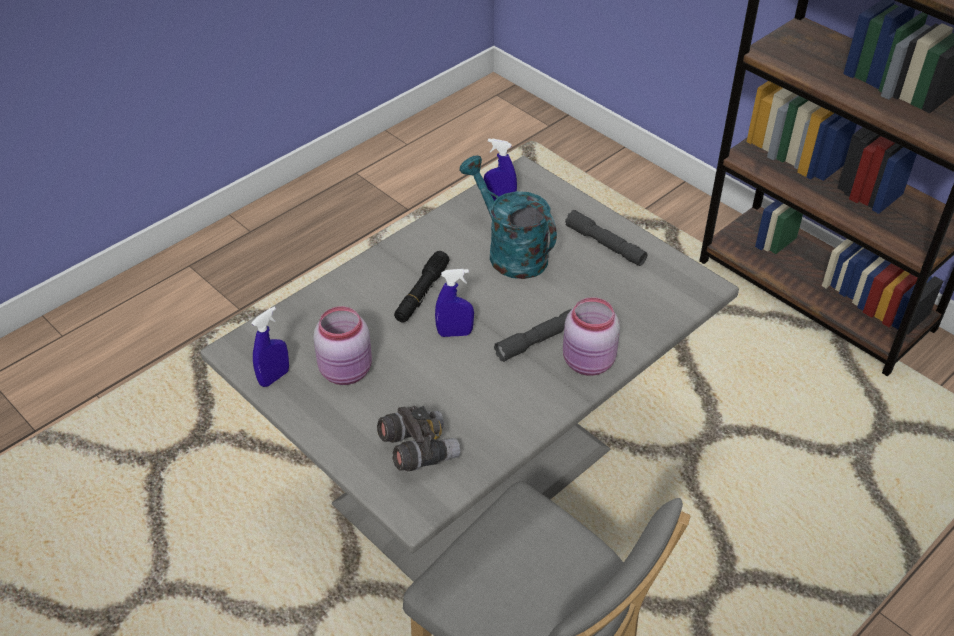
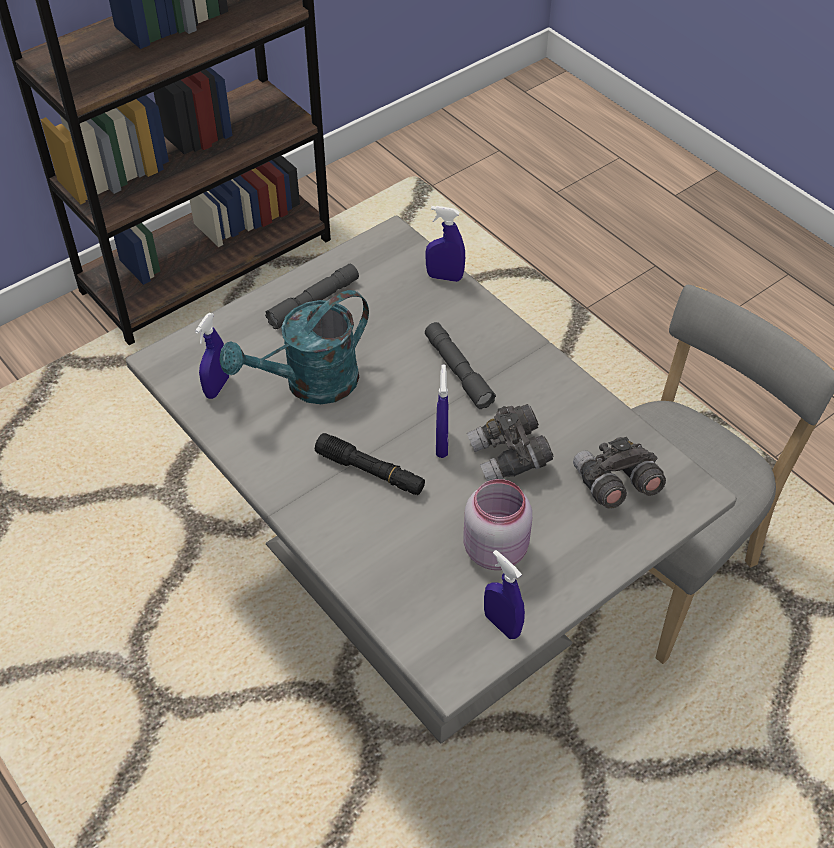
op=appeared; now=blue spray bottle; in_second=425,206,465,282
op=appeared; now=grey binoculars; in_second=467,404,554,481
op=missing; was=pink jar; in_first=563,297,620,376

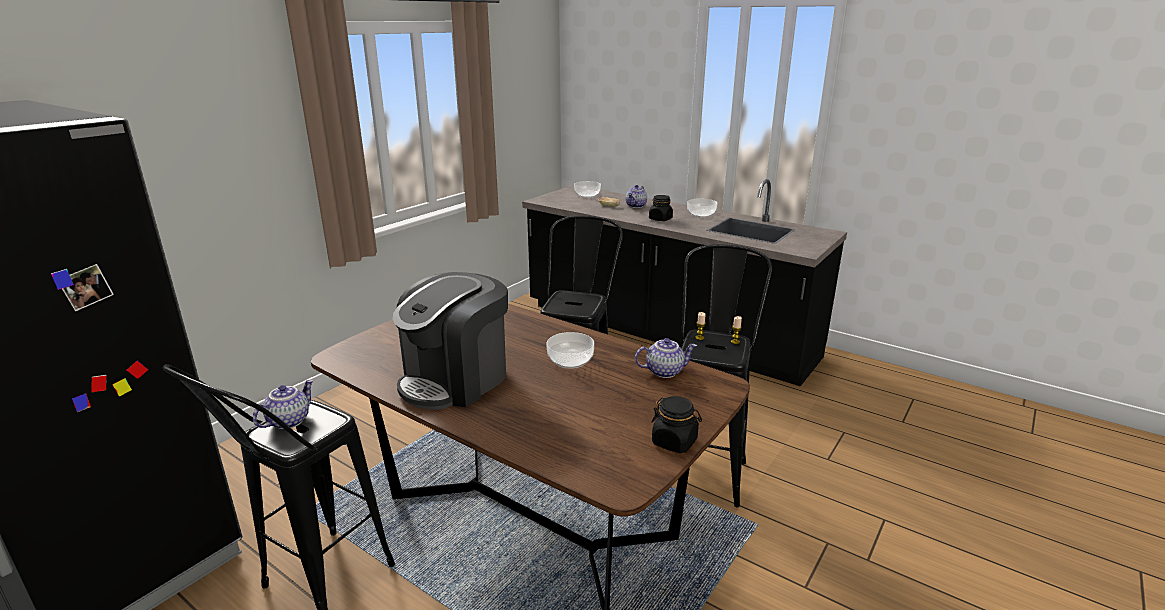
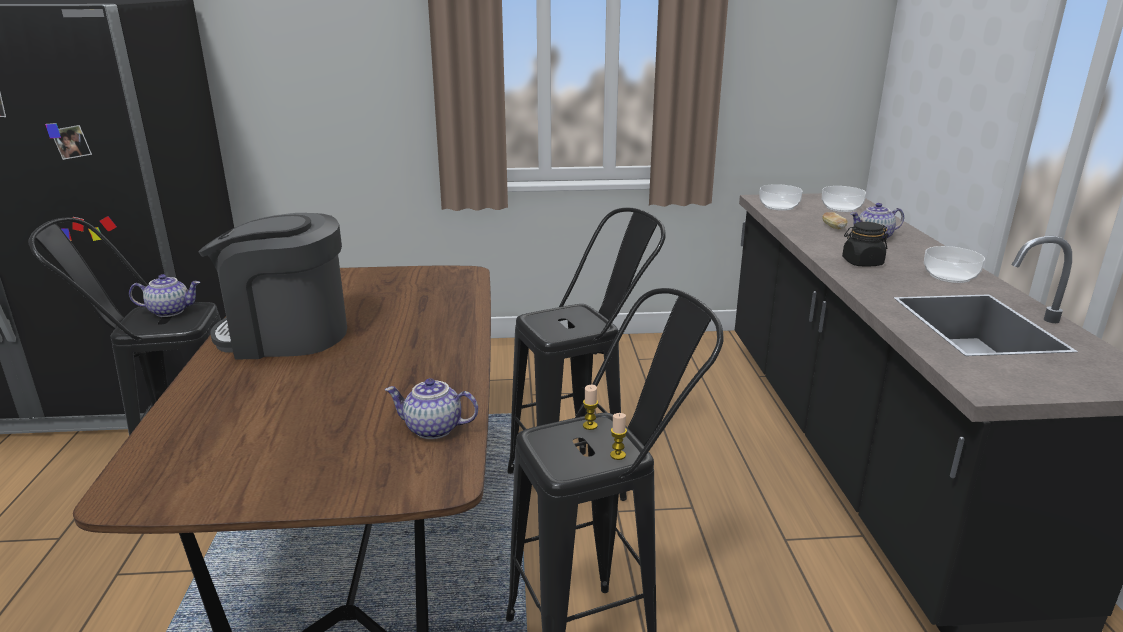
op=spun; was=teapot; in_first=635,338,697,378; in_second=385,378,478,439; clockwise=150
op=relocated; was=bowl; in_first=547,332,594,369; in_second=759,184,803,211
op=missing; was=black jar; in_first=652,396,702,453

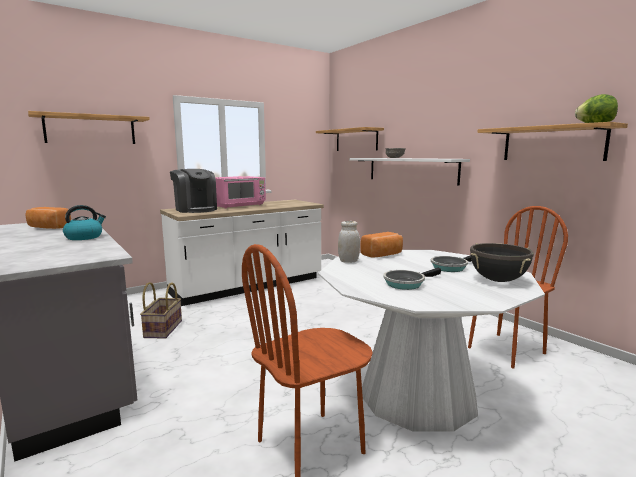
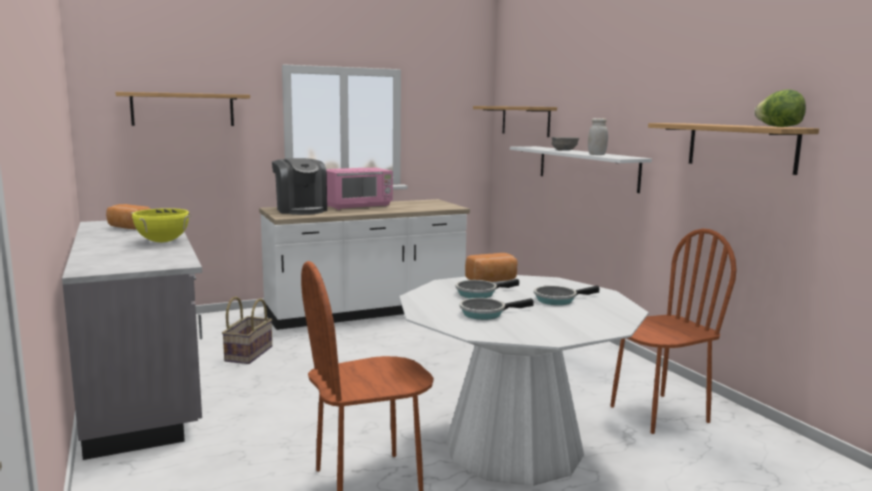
op=exchanged; was=kettle; now=yellow cooking pot; in_first=63,205,106,240; in_second=131,208,191,242
op=appeared; now=frying pan; in_second=456,279,519,298
op=relocated; was=white jar; in_first=338,221,360,263; in_second=588,118,608,155
op=missing; was=black cooking pot; in_first=470,243,534,282

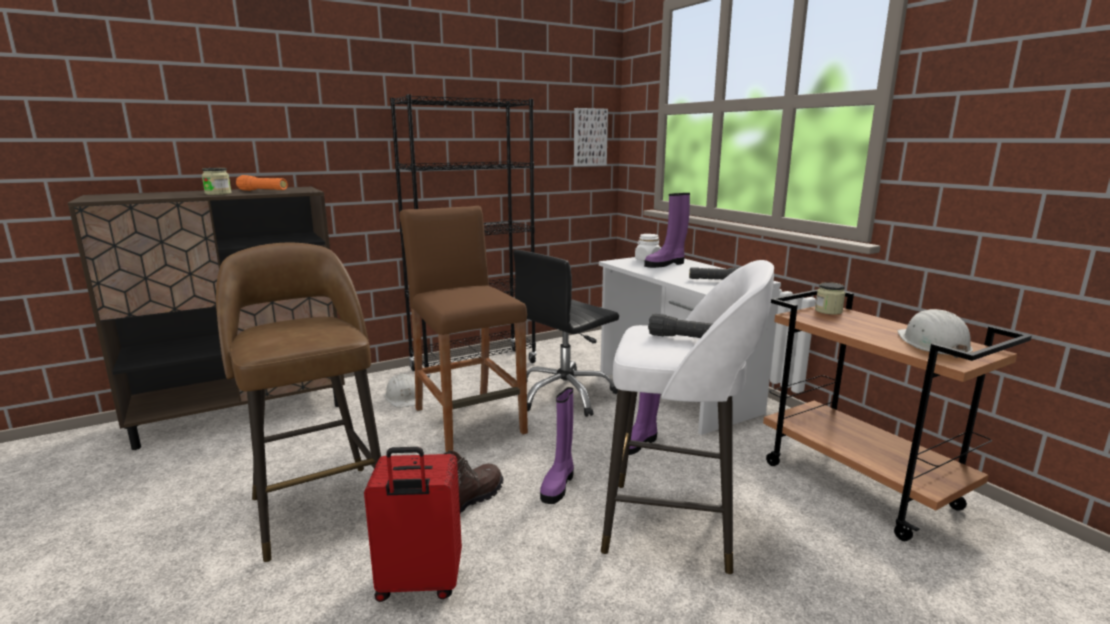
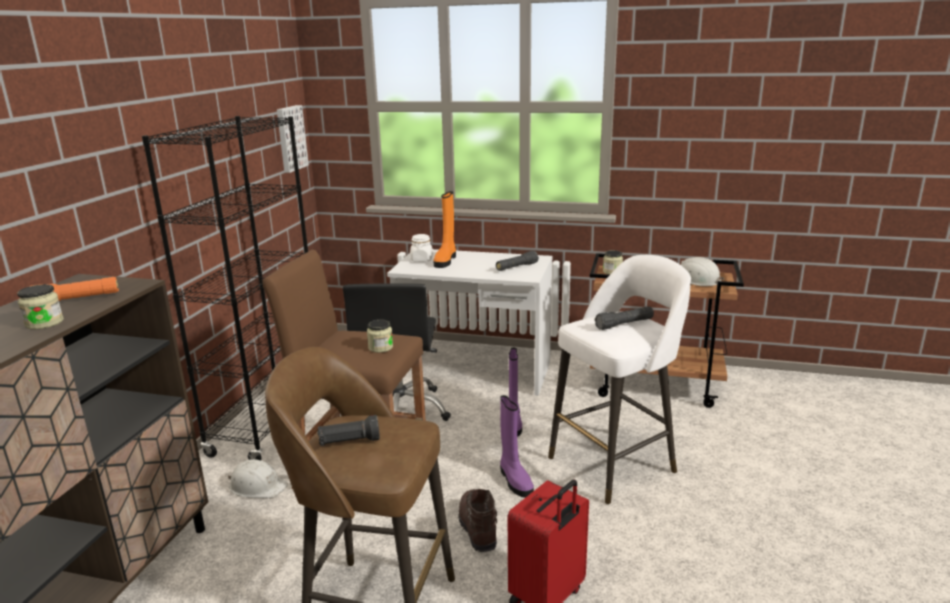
op=appeared; now=black flashlight; in_second=317,415,380,446
op=appeared; now=jar; in_second=367,319,393,353
op=colour; was=purple boot; now=orange boot; in_first=644,193,690,268; in_second=434,191,456,268

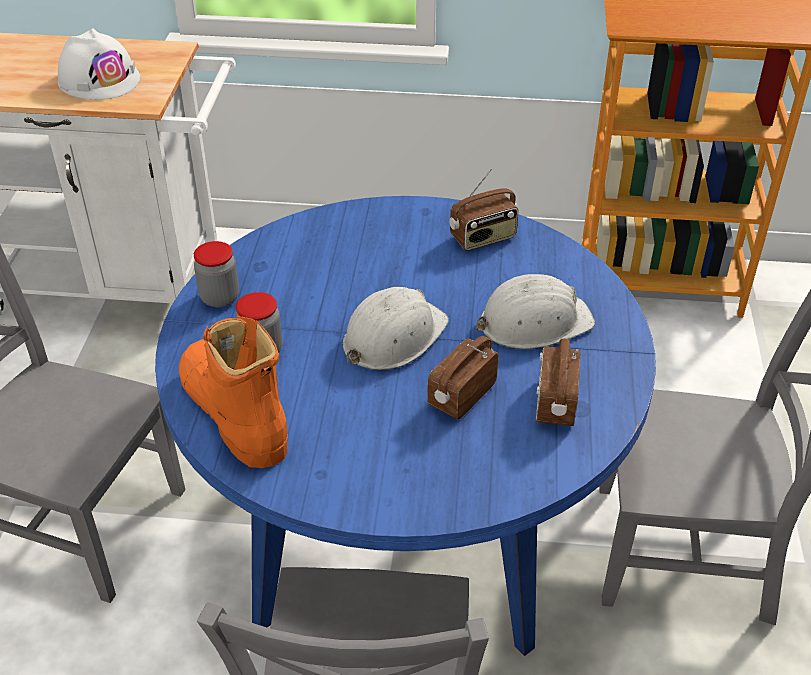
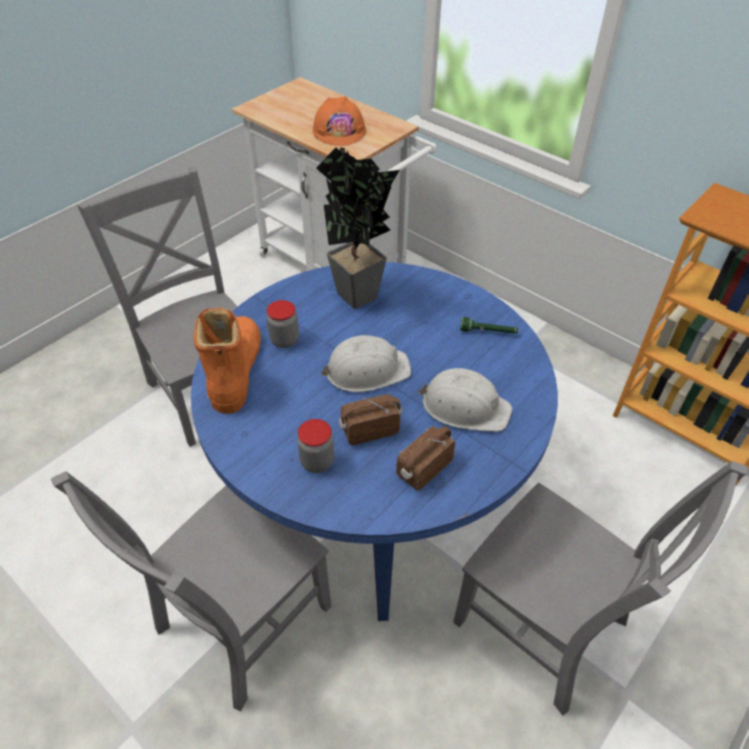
op=relocated; was=jar; in_first=194,241,239,307; in_second=297,419,334,473
op=colour; was=white hard hat; now=orange hard hat; in_first=58,29,140,100; in_second=313,96,366,146
op=appeared; now=potted plant; in_second=316,147,400,309
op=exchanged; was=radio; now=green flashlight; in_first=449,168,519,251; in_second=460,317,518,334

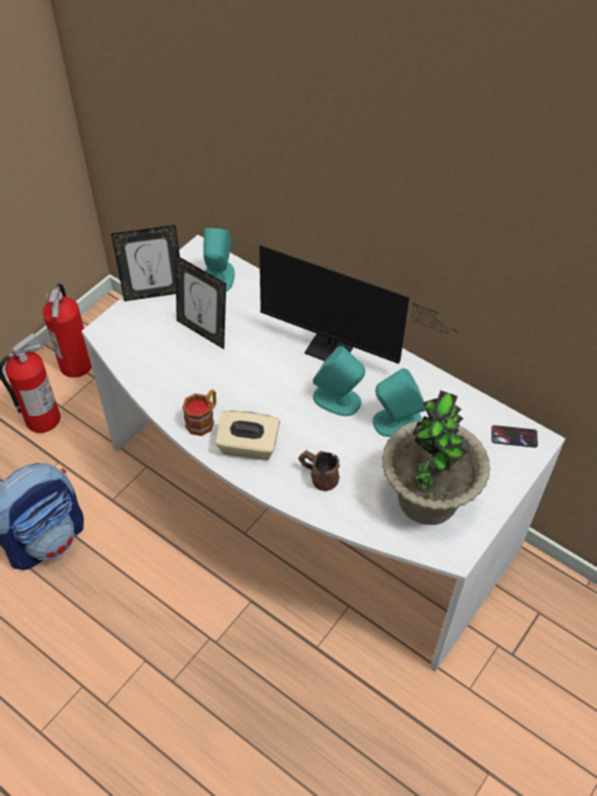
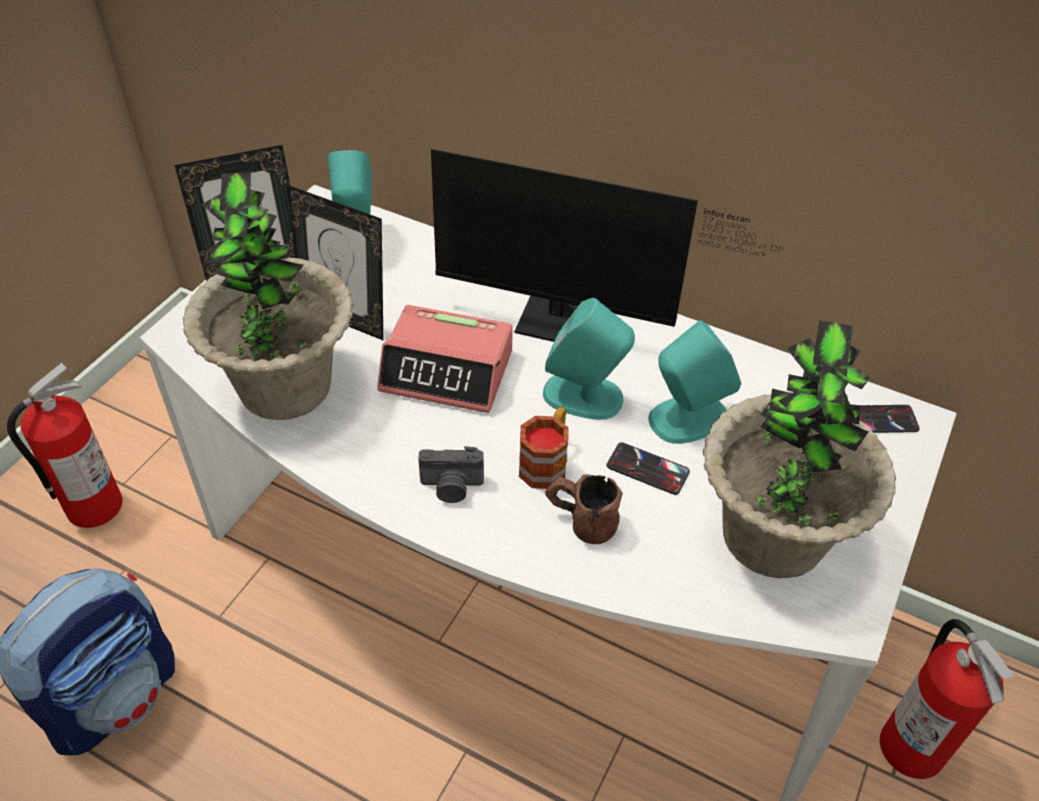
op=appeared; now=potted plant; in_second=183,173,353,420
op=appeared; now=alarm clock; in_second=377,305,513,413
op=exchanged; was=beige tissue box; now=photo camera; in_first=215,410,280,460; in_second=418,446,484,503
op=relocated; was=mug; in_first=182,389,216,436; in_second=519,407,569,489
op=appeared; now=phone; in_second=607,442,690,495
op=relocated; was=fire extinguisher; in_first=43,283,92,378; in_second=880,619,1015,779

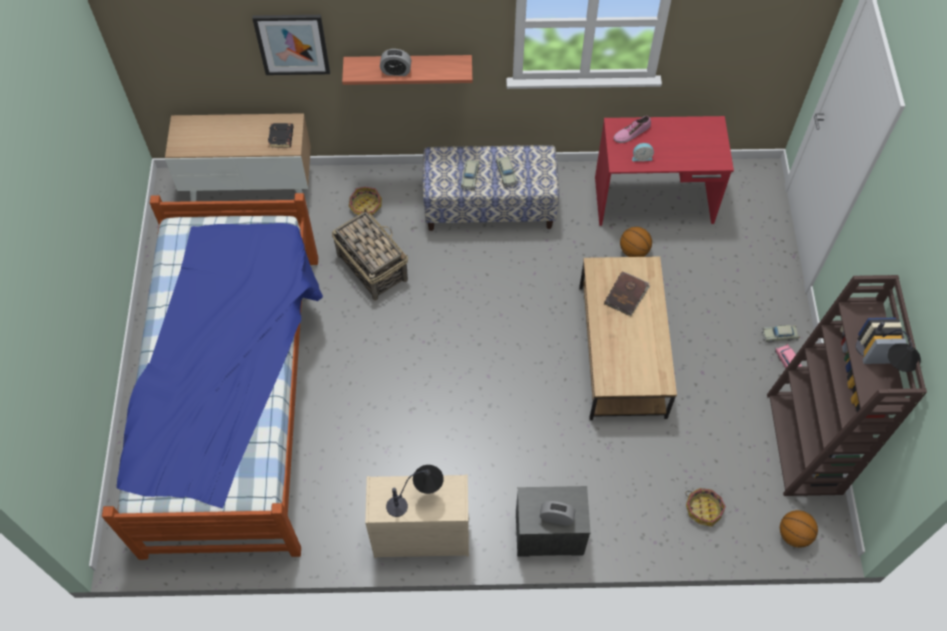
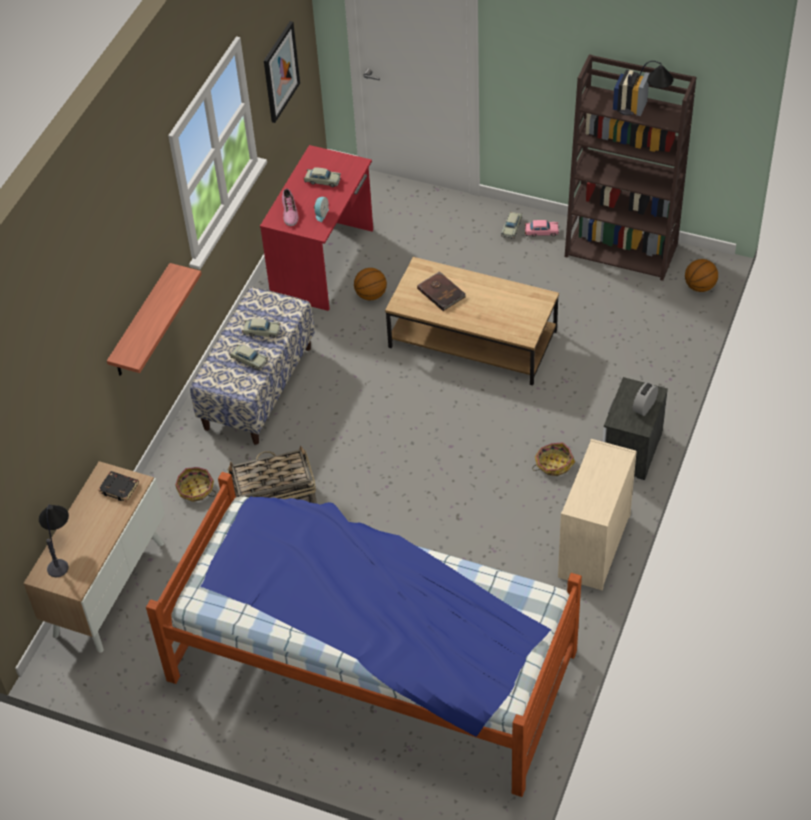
op=relocated; was=table lamp; in_first=386,465,444,517; in_second=39,504,69,577
op=relocated; was=picture; in_first=252,15,330,75; in_second=264,21,300,123
op=appeared; now=beige toy car; in_second=304,167,341,187
op=relocated; was=basket; in_first=686,488,726,527; in_second=532,442,575,476
op=missing; was=alarm clock; in_first=380,49,412,76

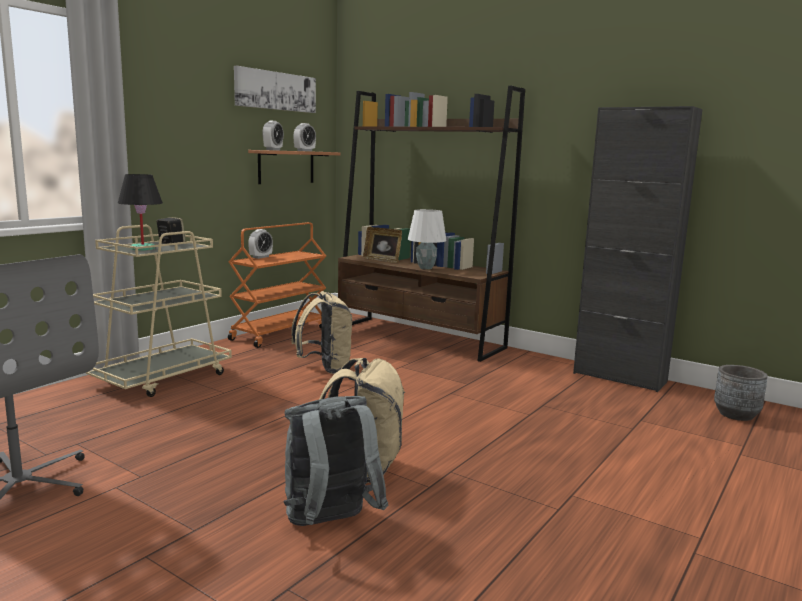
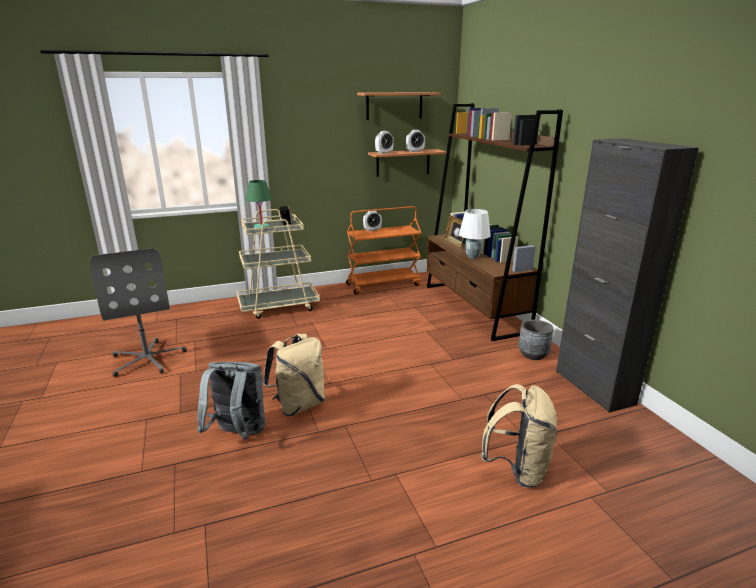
op=colour; was=black table lamp; now=green table lamp; in_first=118,174,163,251; in_second=245,180,273,228
op=exchanged; was=picture; now=shelf; in_first=234,66,316,113; in_second=357,92,440,120
op=relocated; was=beige backpack; in_first=291,291,352,374; in_second=481,384,558,488
op=relocated; was=grey planter; in_first=714,365,768,421; in_second=518,320,554,360

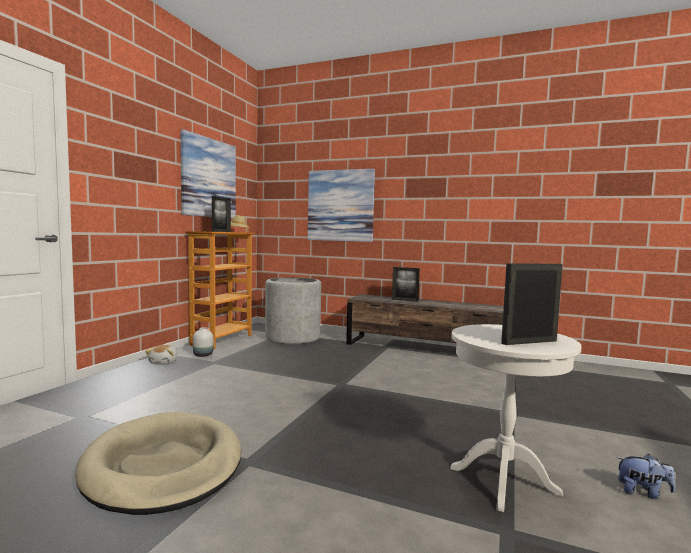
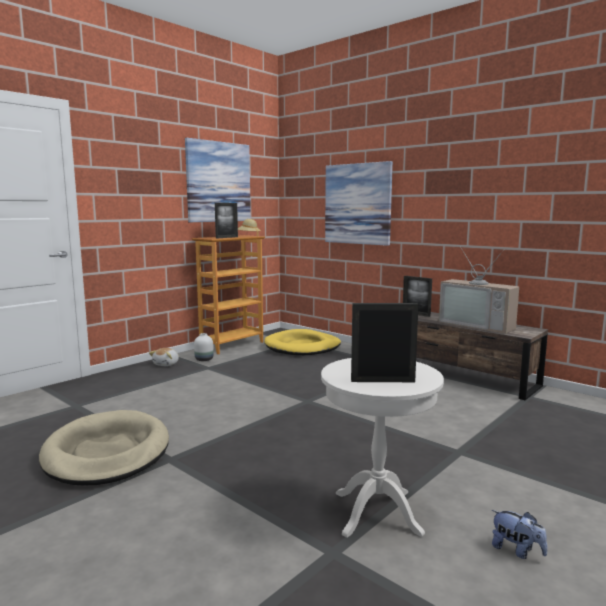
op=exchanged; was=grey planter; now=yellow dog bed; in_first=265,277,321,344; in_second=264,329,341,355
op=appeared; now=television; in_second=439,246,519,334

